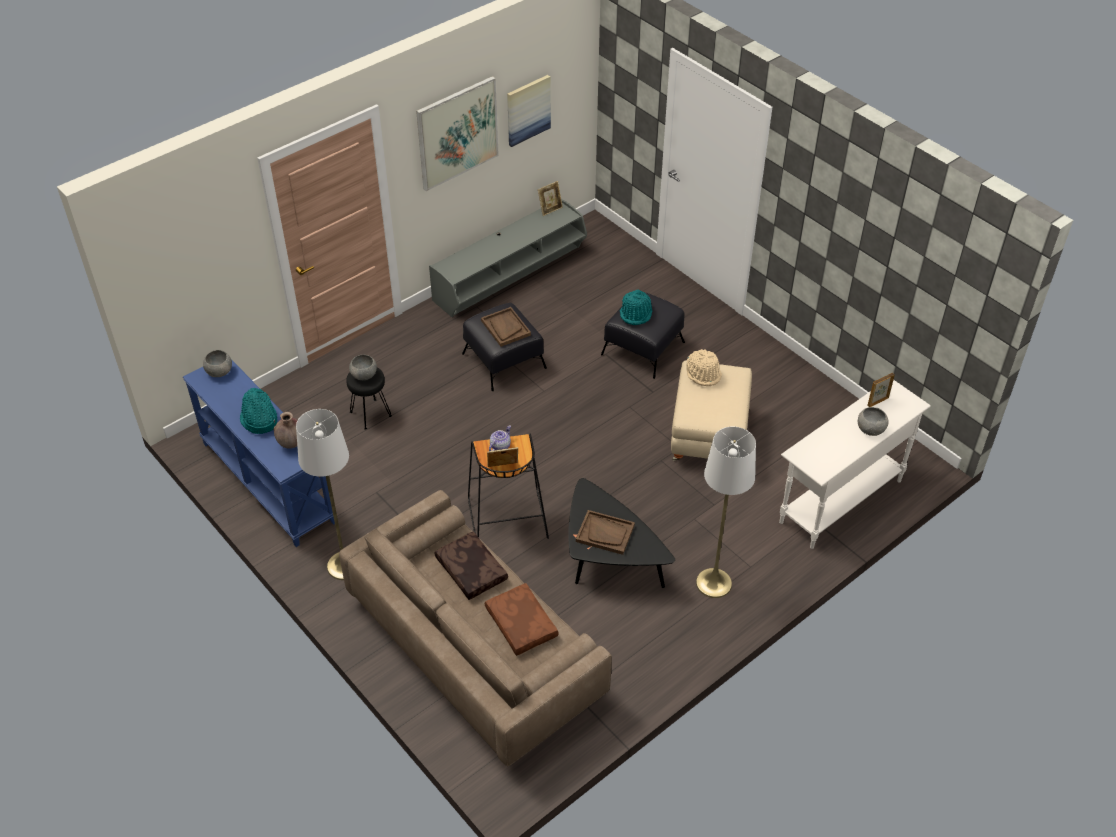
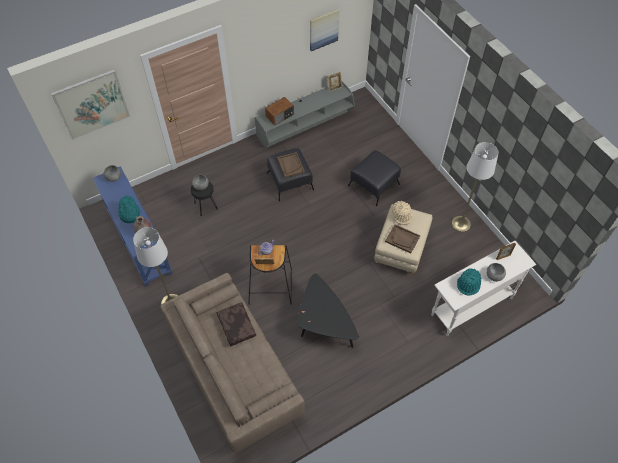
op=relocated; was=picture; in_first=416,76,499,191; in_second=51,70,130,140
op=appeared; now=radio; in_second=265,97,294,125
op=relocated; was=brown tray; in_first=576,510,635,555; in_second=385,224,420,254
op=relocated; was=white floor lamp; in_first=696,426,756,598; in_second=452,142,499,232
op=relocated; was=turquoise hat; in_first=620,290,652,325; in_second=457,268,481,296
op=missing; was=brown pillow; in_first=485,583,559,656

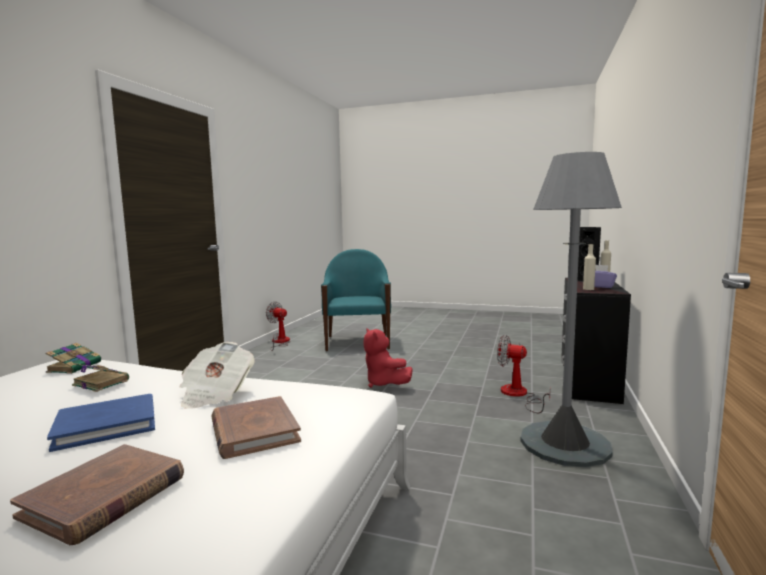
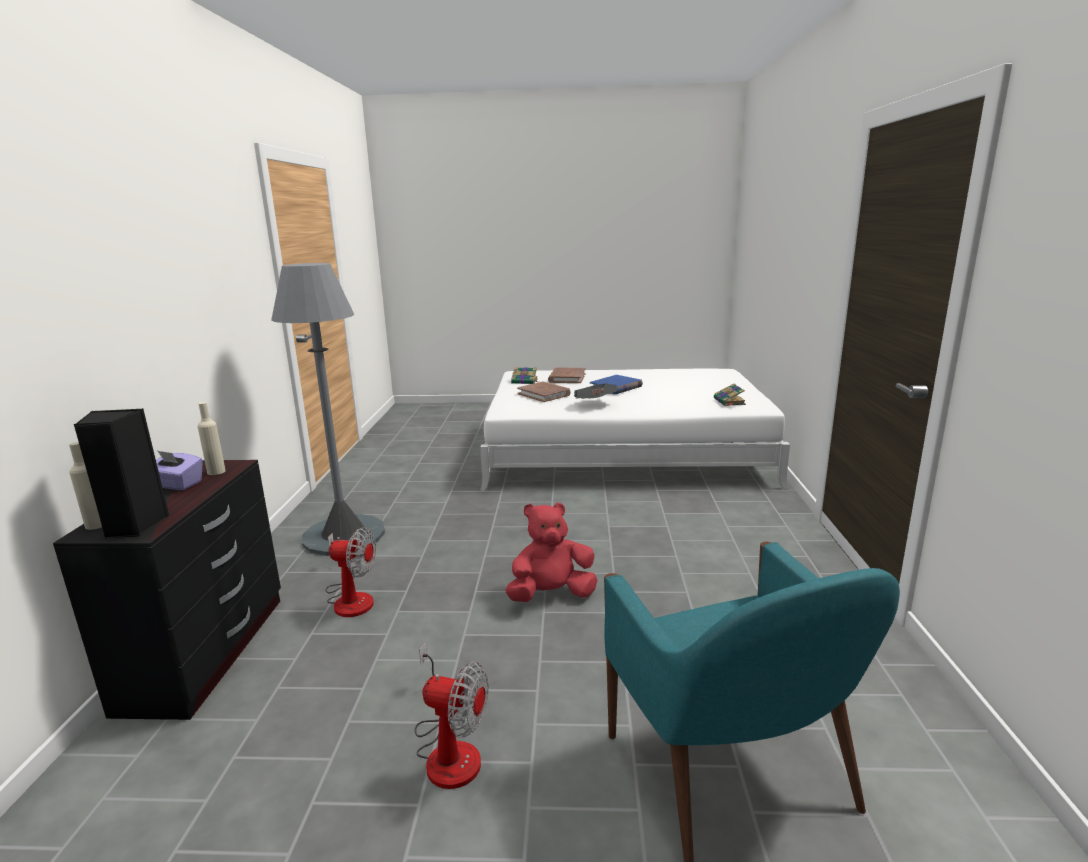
op=relocated; was=fan; in_first=266,301,290,351; in_second=415,642,489,789
op=spun; was=red plush toy; in_first=363,328,413,388; in_second=505,502,597,602; clockwise=-60
op=relocated; was=book; in_first=72,363,129,392; in_second=511,367,540,384

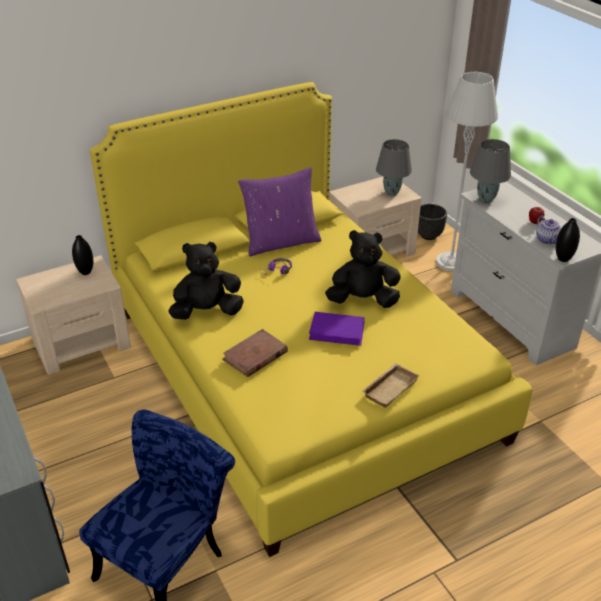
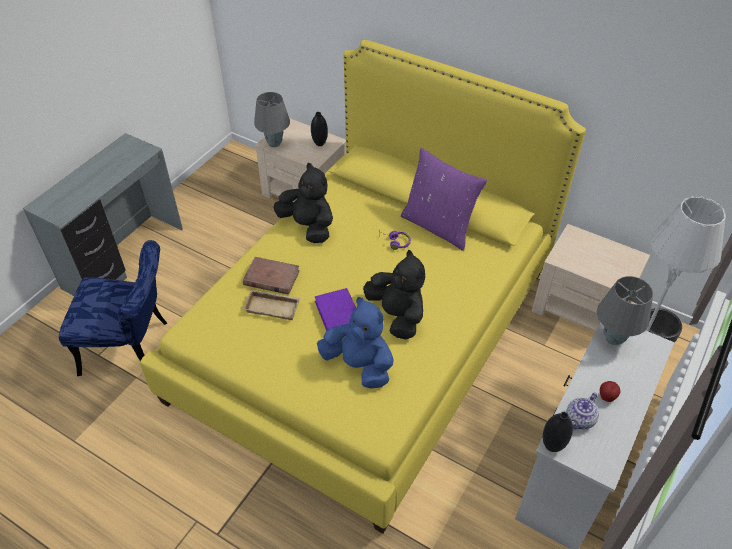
op=relocated; was=beige tray; in_first=362,363,420,408; in_second=243,290,300,320
op=relocated; was=grey table lamp; in_first=376,139,412,196; in_second=254,92,290,147
op=appeared; now=blue plush toy; in_second=317,297,393,389

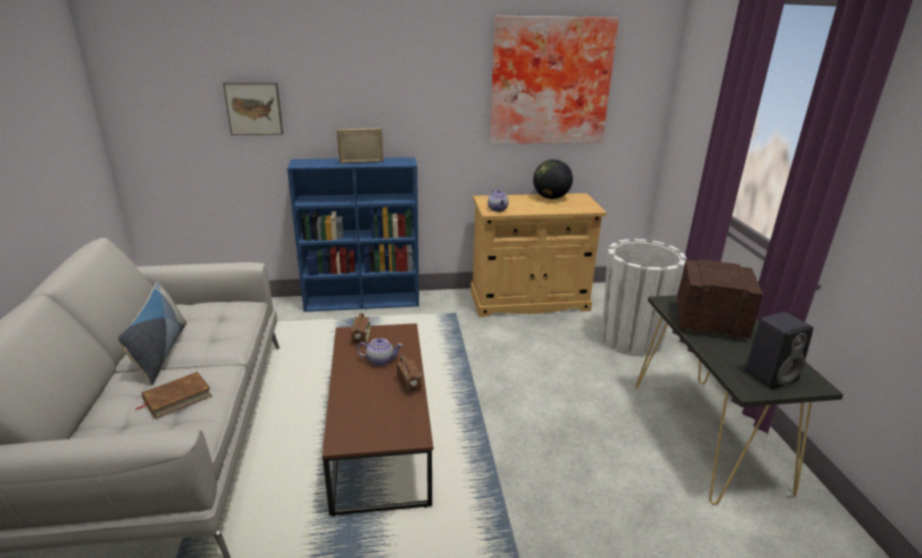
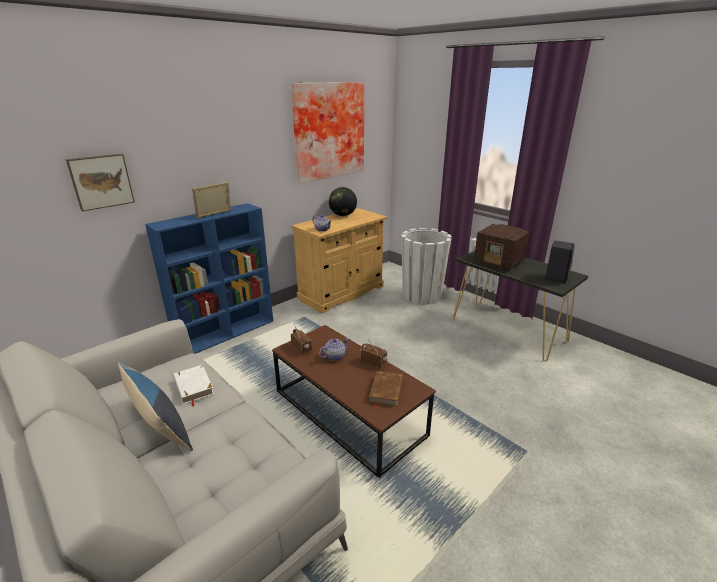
op=appeared; now=white book; in_second=173,365,214,407
op=relocated; was=brown book; in_first=135,372,212,419; in_second=369,371,403,409
op=spun; was=radio; in_first=677,260,763,339; in_second=474,224,530,270; clockwise=-120

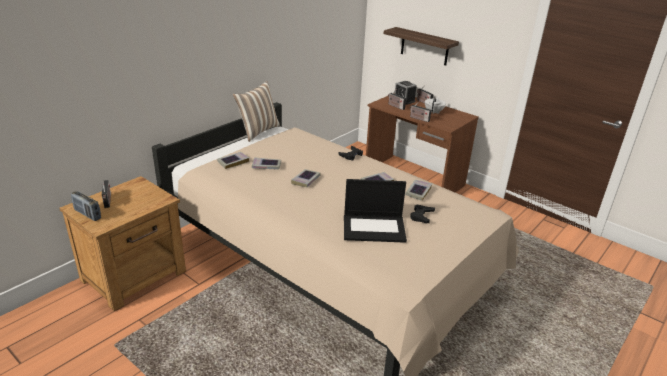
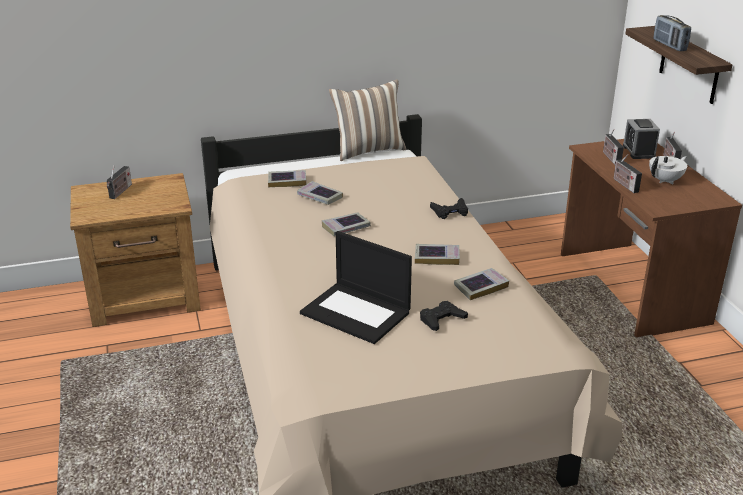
op=relocated; was=radio; in_first=71,191,101,221; in_second=653,15,691,51

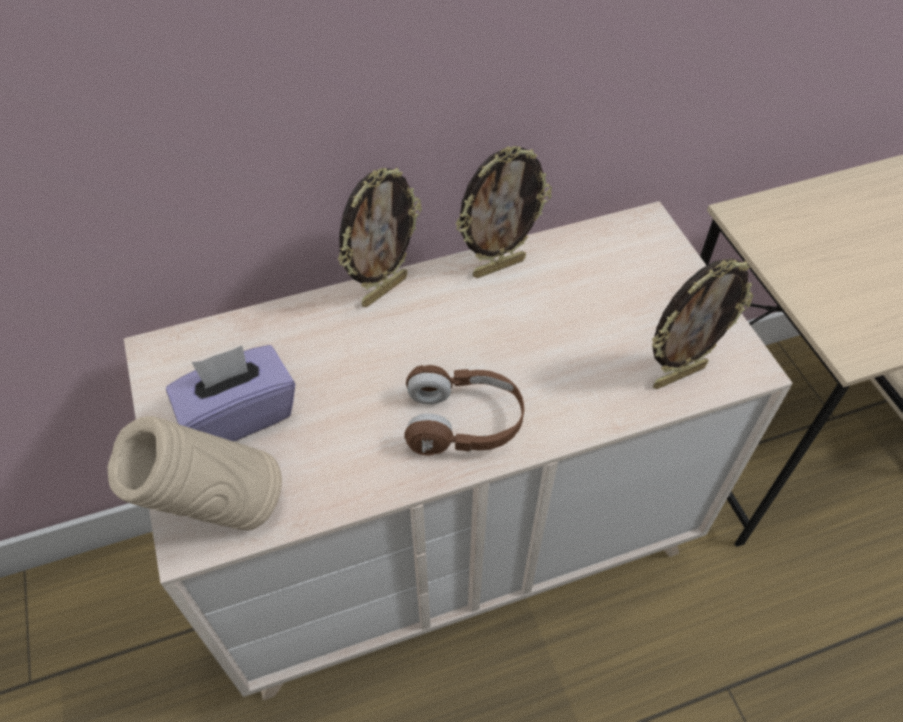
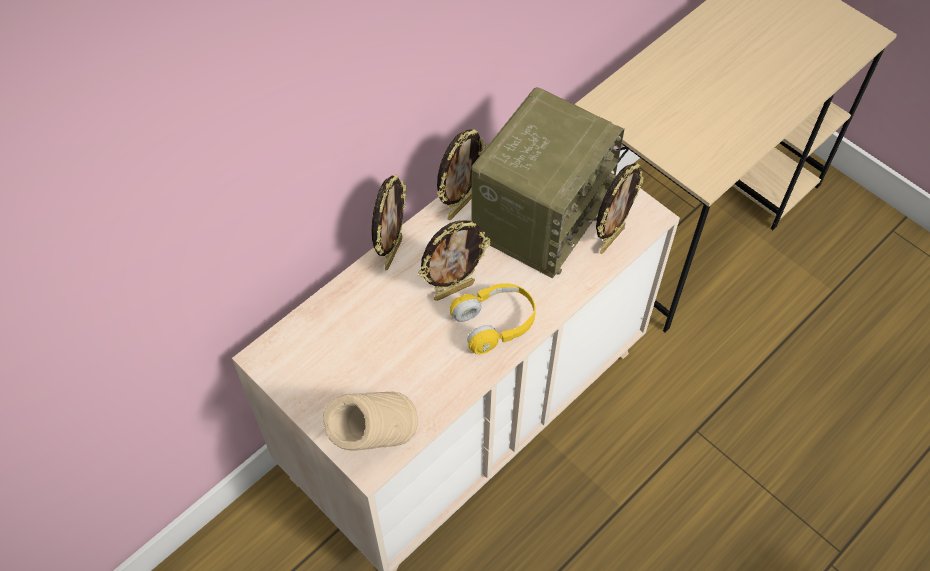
op=appeared; now=picture frame; in_second=418,220,491,301
op=colour; was=brown headphones; now=yellow headphones; in_first=404,365,524,456; in_second=450,283,536,354
op=appeared; now=radio; in_second=472,87,625,279
op=missing; was=purple tissue box; in_first=166,345,295,441

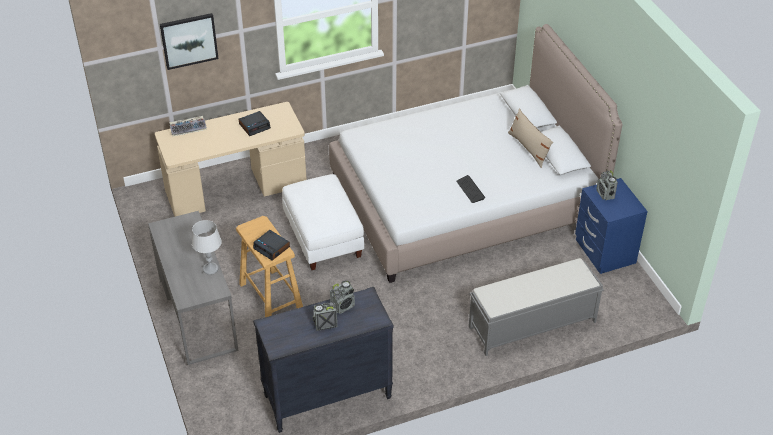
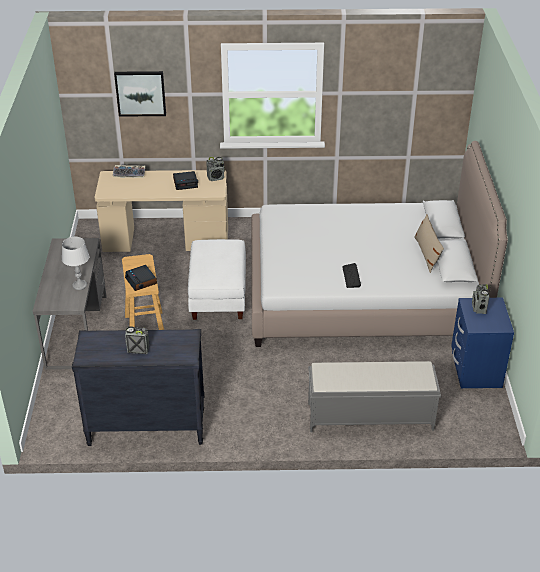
op=relocated; was=radio; in_first=330,280,355,314; in_second=206,157,225,181

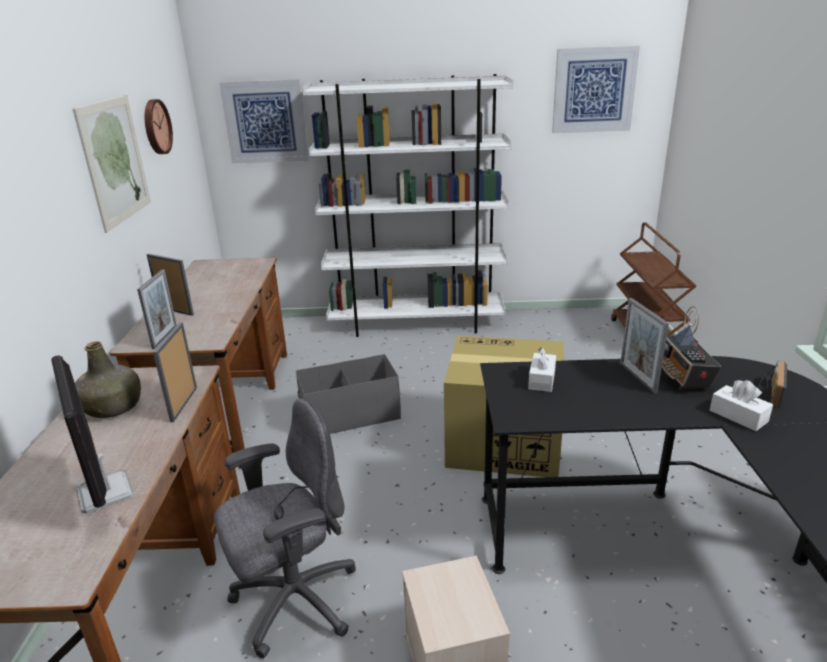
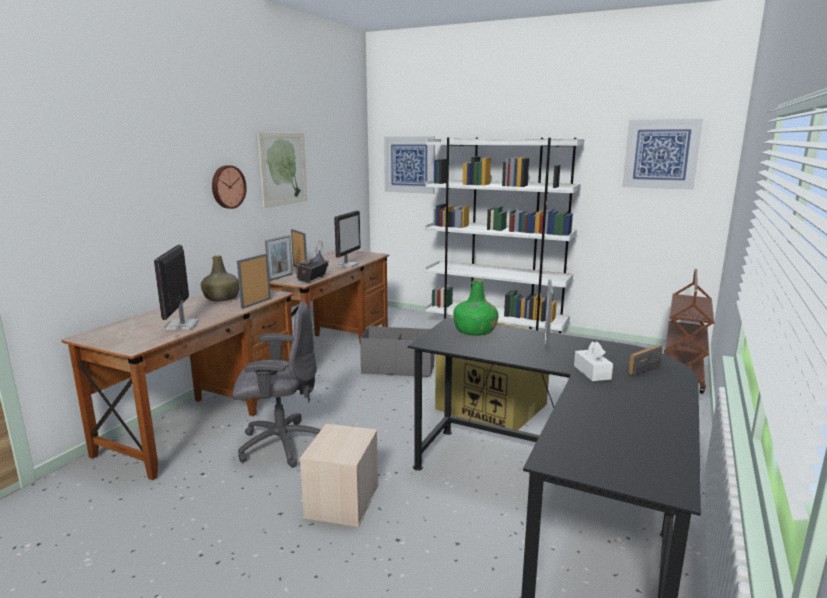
op=relocated; was=wall clock; in_first=144,99,173,154; in_second=212,165,247,209
op=relocated; was=radio; in_first=662,306,721,391; in_second=296,241,329,283
op=appeared; now=monitor; in_second=334,210,361,267
op=exchanged; was=white tissue box; now=green bottle; in_first=528,347,556,392; in_second=453,280,499,336

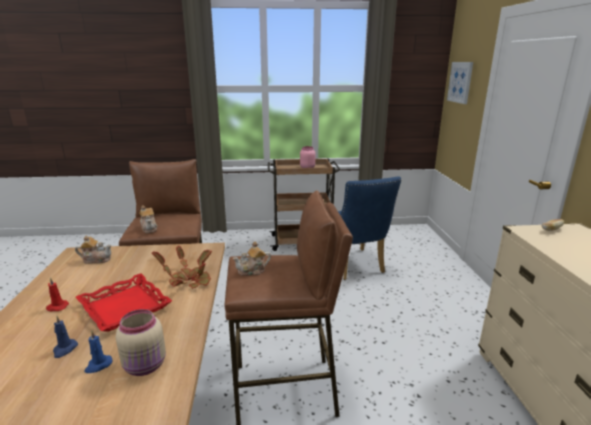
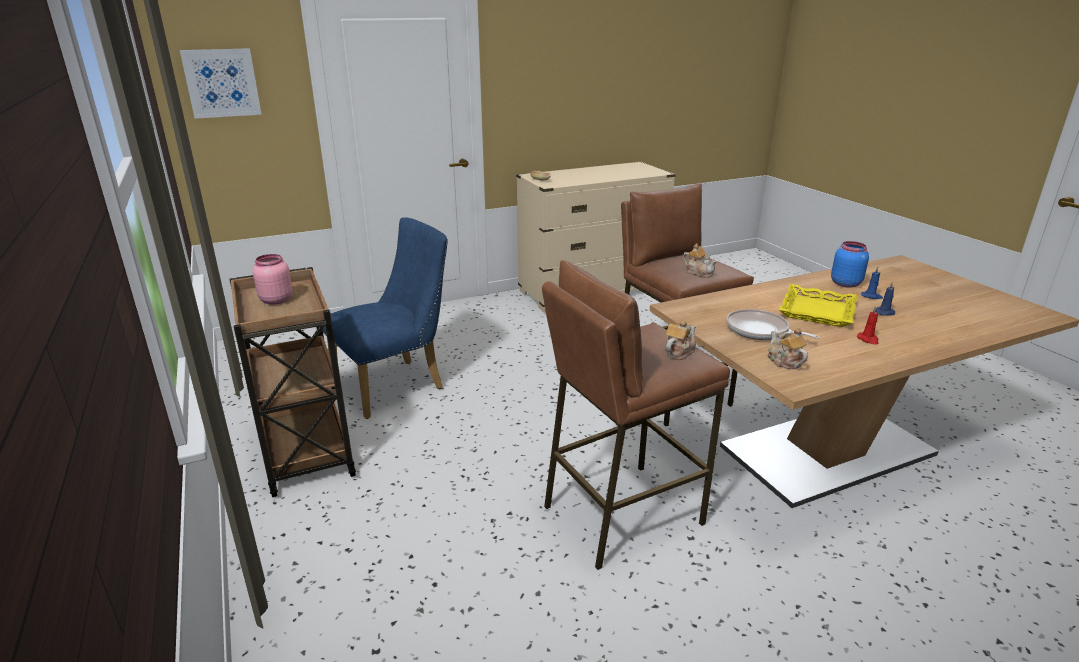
op=appeared; now=frying pan; in_second=726,309,820,340
op=colour; was=red tray; now=yellow tray; in_first=76,273,172,332; in_second=779,284,858,327
op=colour; was=beige jar; now=blue jar; in_first=116,309,166,376; in_second=831,241,869,288
op=missing; was=potted plant; in_first=152,246,212,289

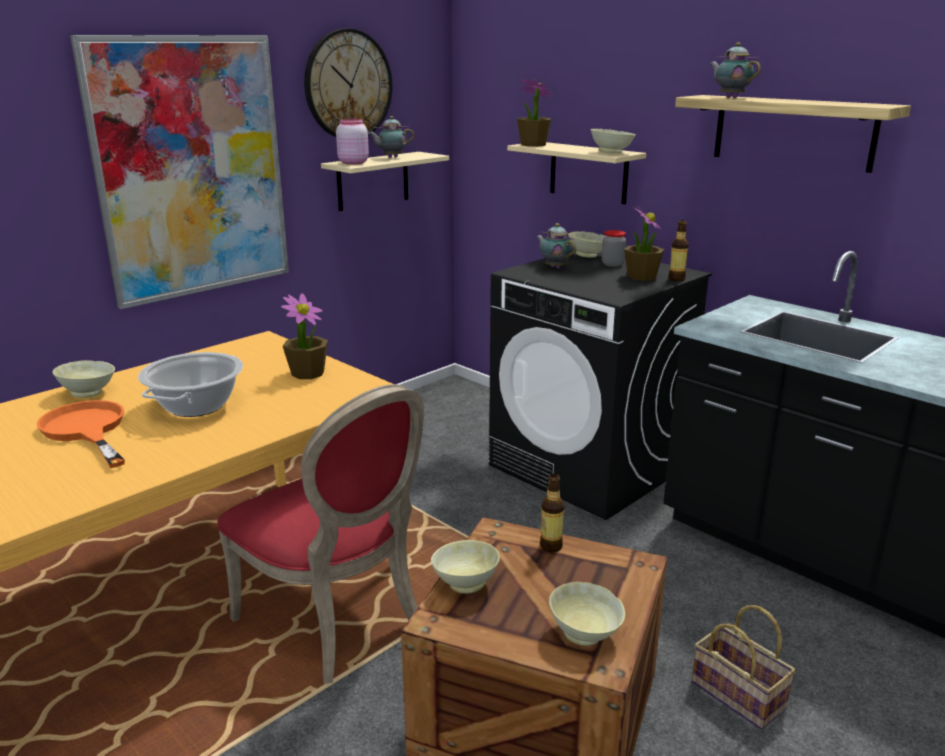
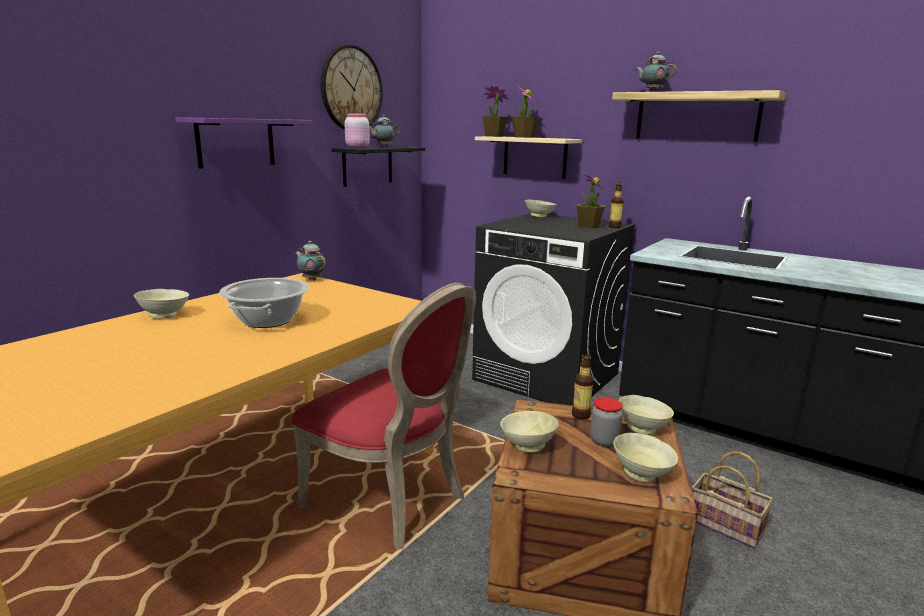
op=exchanged; was=picture; now=purple shelf; in_first=70,35,289,309; in_second=175,117,312,169
op=relocated; was=teapot; in_first=536,223,576,269; in_second=295,241,326,280
op=colour; was=beige shelf; now=black shelf; in_first=321,152,449,211; in_second=331,146,425,187
op=relocated; was=potted plant; in_first=281,293,328,379; in_second=512,86,539,138
op=relocated; was=jar; in_first=602,230,626,267; in_second=590,397,623,447
op=relocated; was=beige bowl; in_first=591,129,636,154; in_second=619,395,674,435
op=missing; was=orange frying pan; in_first=37,400,125,468

